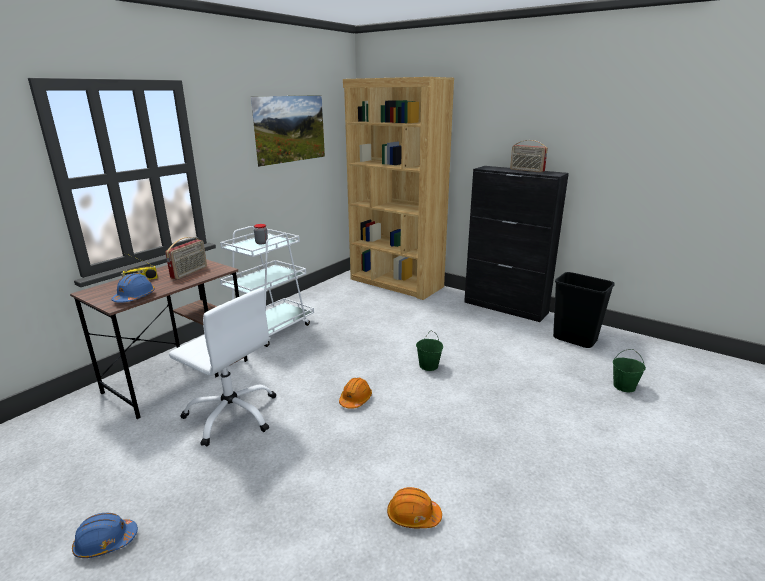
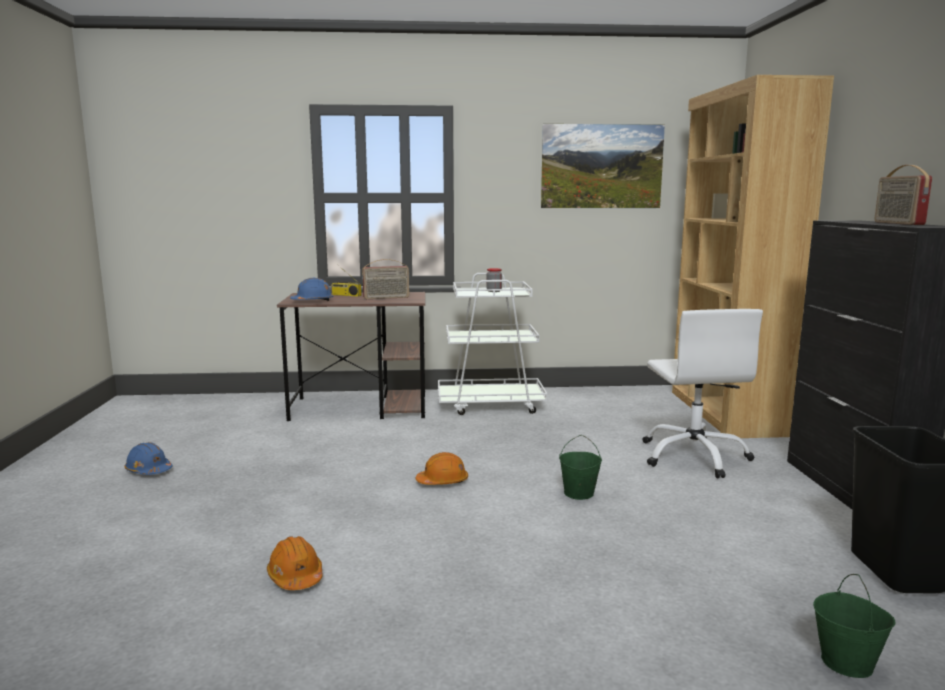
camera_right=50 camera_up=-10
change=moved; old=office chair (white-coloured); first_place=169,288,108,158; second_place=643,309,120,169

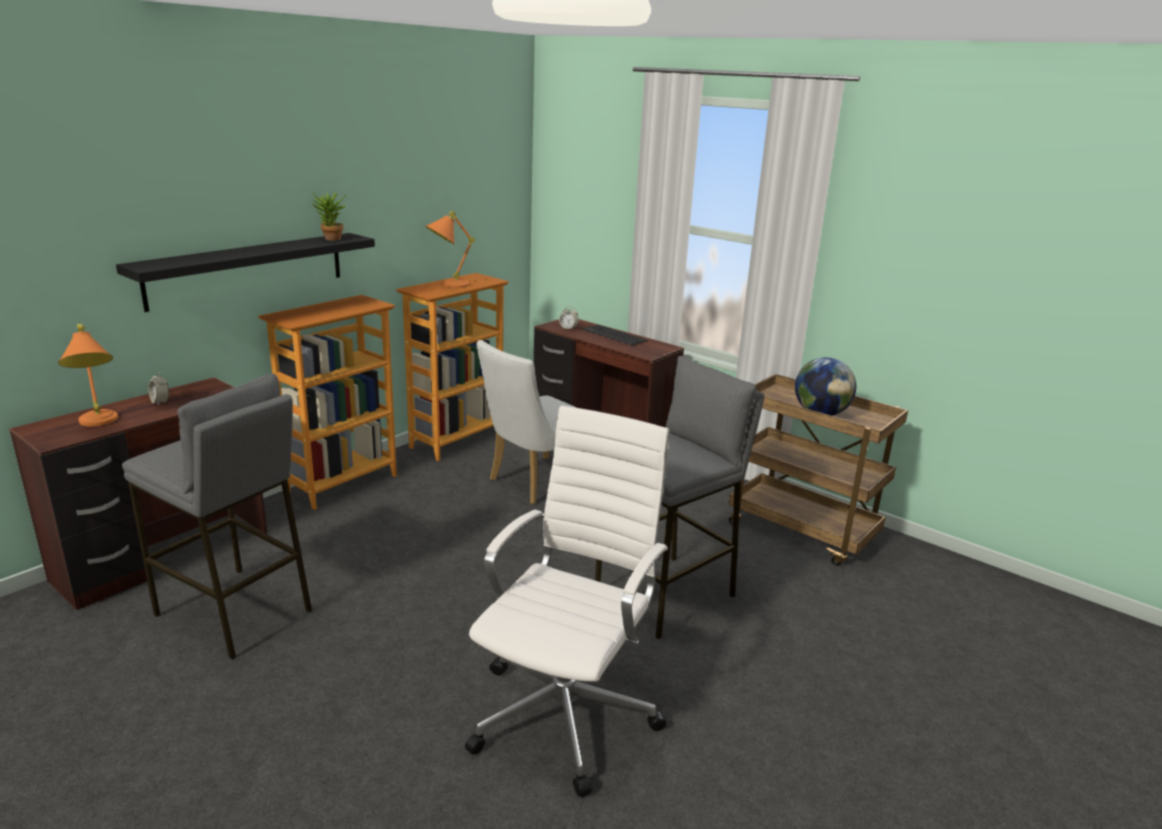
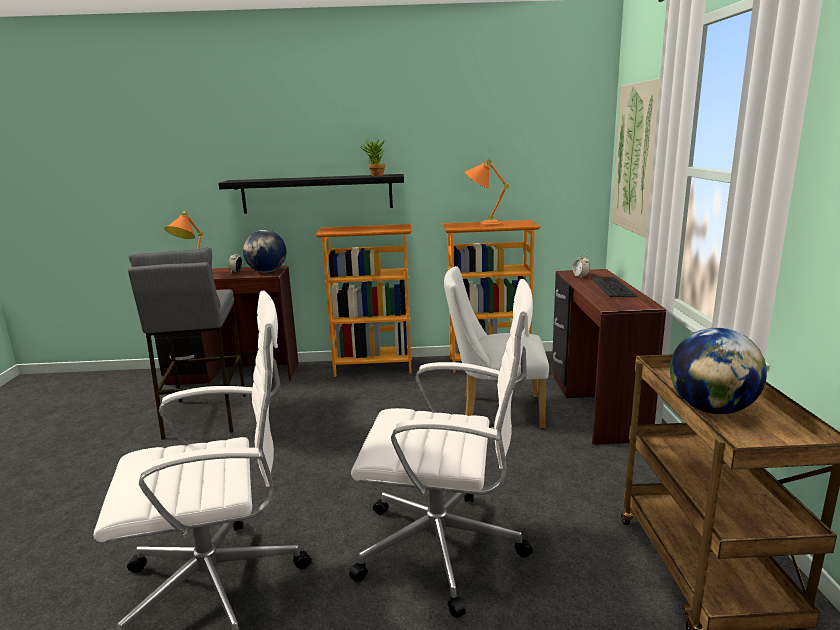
camera_right=50 camera_up=-5
change=added; new=world globe; second_place=243,230,43,43
change=replaced; old=stool (grey); new=office chair (white-coloured); first_place=595,356,170,284; second_place=349,279,184,339
change=added; new=wall picture; second_place=612,78,48,160

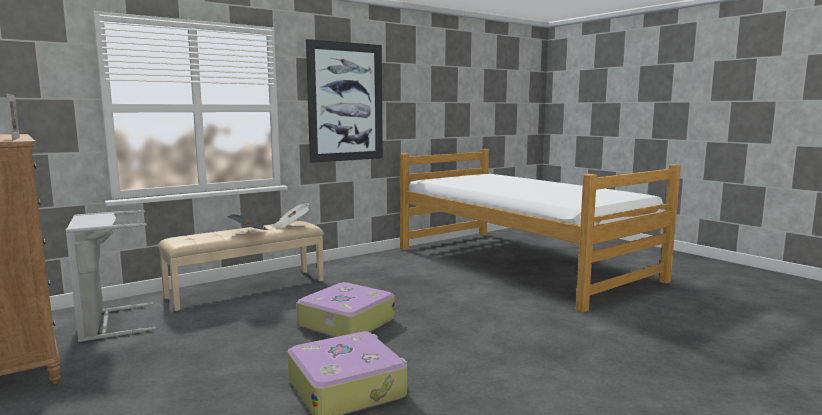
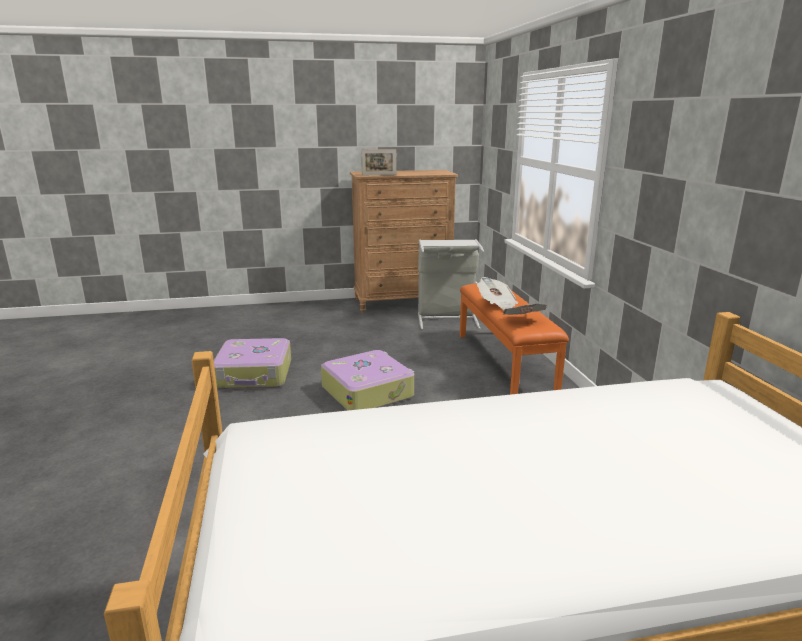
camera_right=115 camera_up=10
change=recoloured; old=indoor bench (beige); new=indoor bench (orange); first_place=158,221,166,90; second_place=460,283,109,112
change=removed; old=wall picture; first_place=306,39,77,124

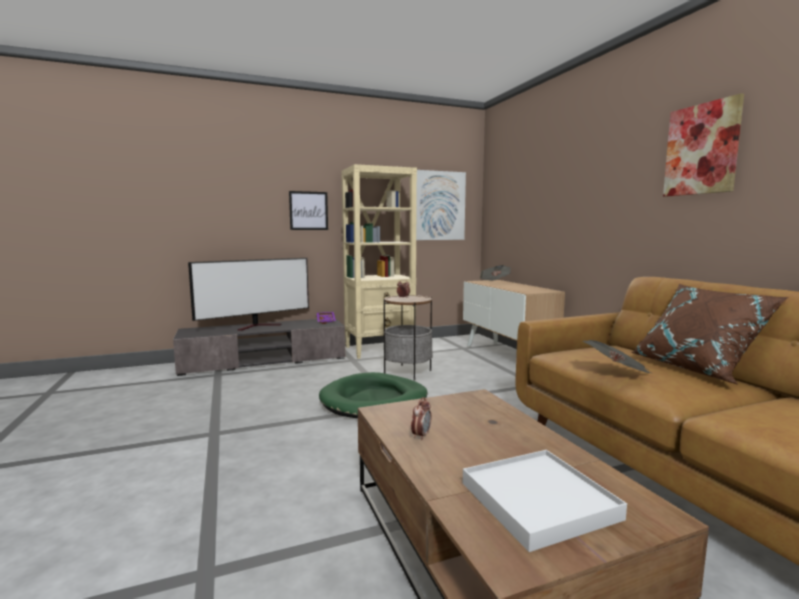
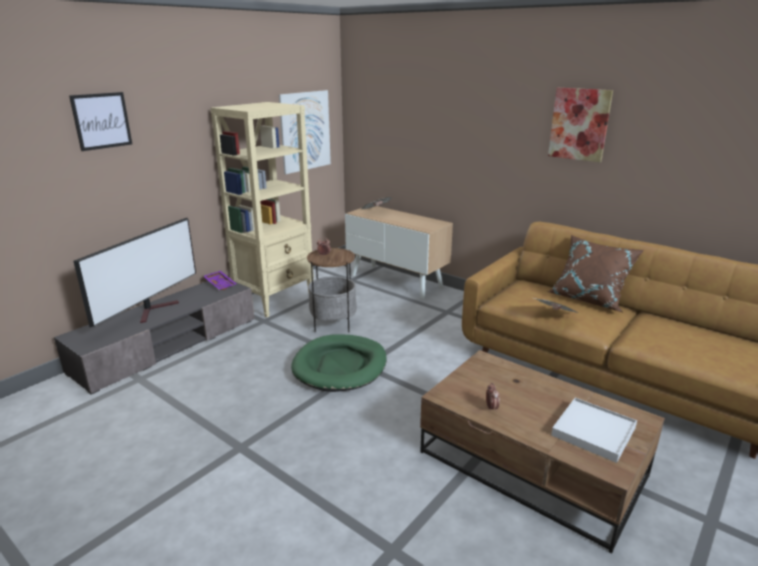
camera_right=-30 camera_up=15
change=moved; old=wall picture; first_place=289,191,39,39; second_place=69,92,63,59

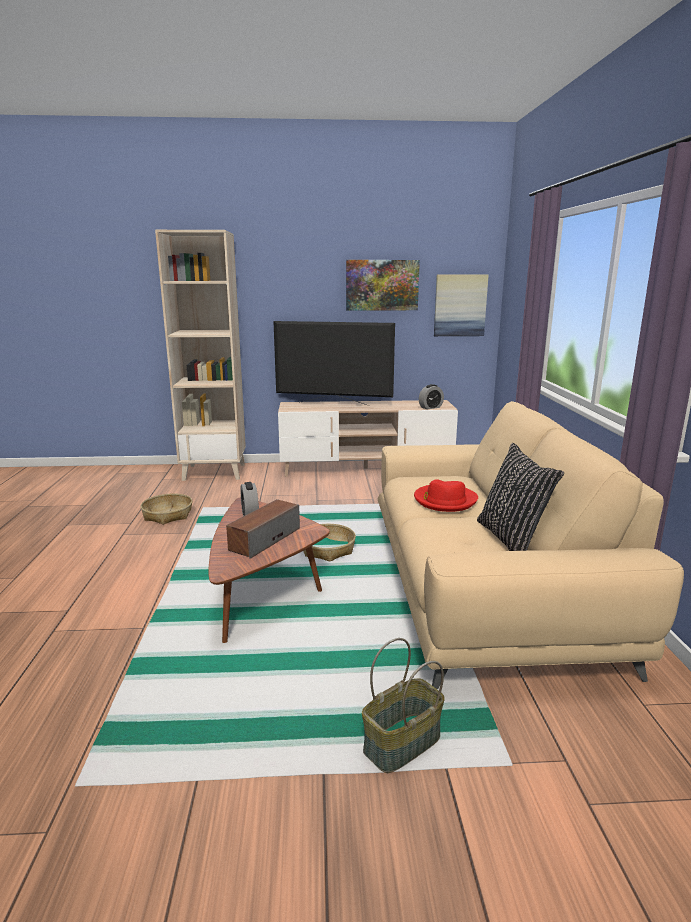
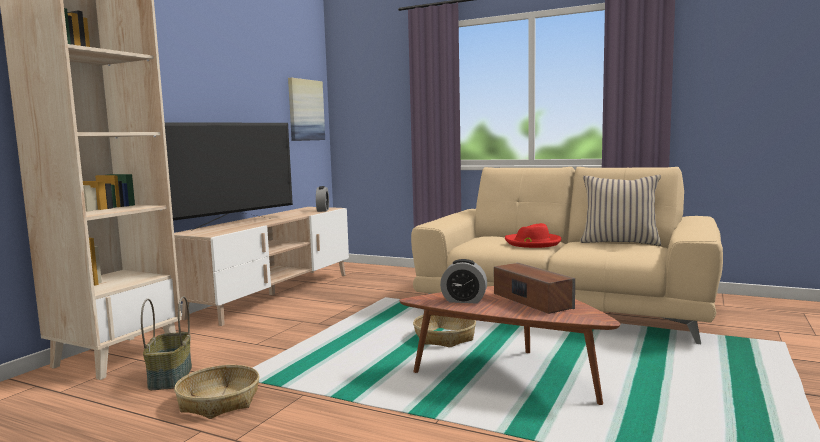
camera_right=-60 camera_up=-10
change=moved; old=storage basket; first_place=362,638,83,135; second_place=141,296,51,94
change=recoloured; old=pillow (blackish); new=pillow (beige); first_place=477,443,87,108; second_place=580,175,81,71
change=removed; old=wall picture; first_place=346,260,74,51

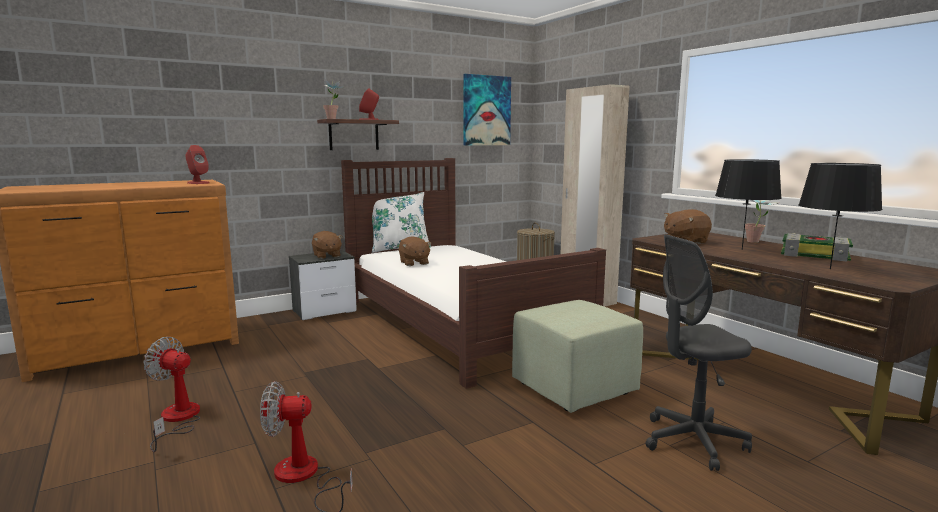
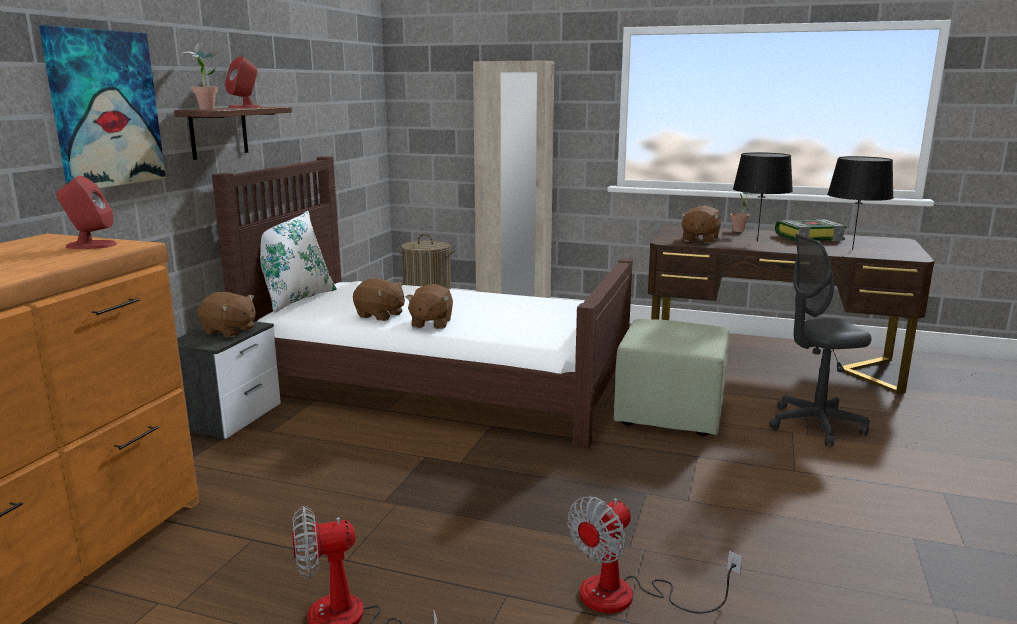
camera_right=-40 camera_up=5
change=moved; old=wall picture; first_place=463,74,48,72; second_place=39,25,127,164
change=added; new=soft toy (brownish); second_place=406,284,47,45
change=turned; old=office chair (grey); first_place=646,235,106,236; second_place=769,234,102,213; degrees=45

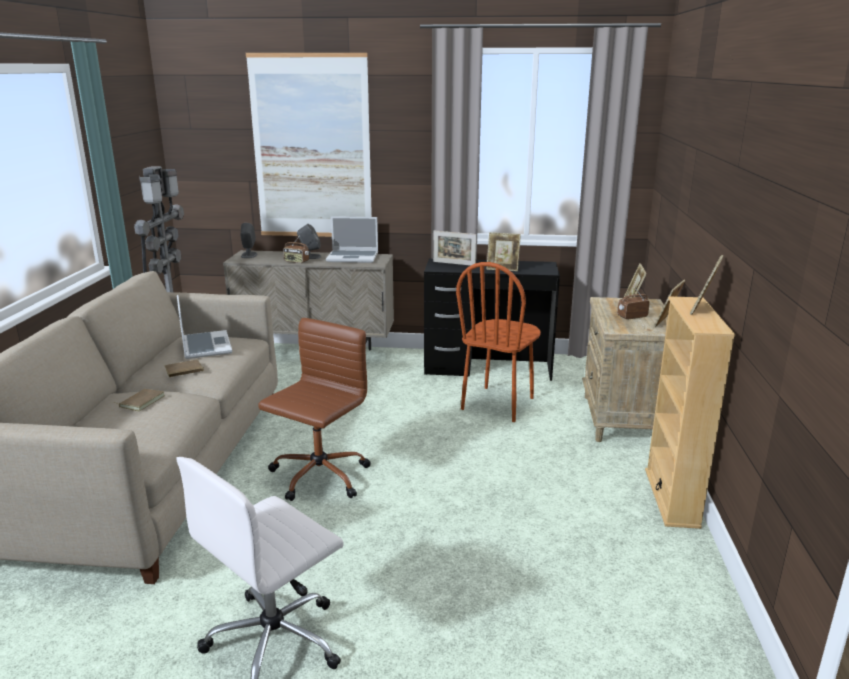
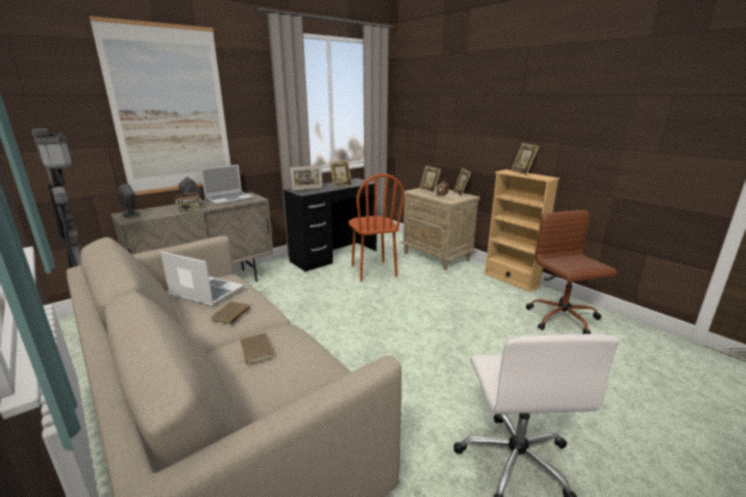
camera_right=-45 camera_up=0
change=moved; old=office chair (brownish); first_place=258,318,113,183; second_place=526,210,92,124

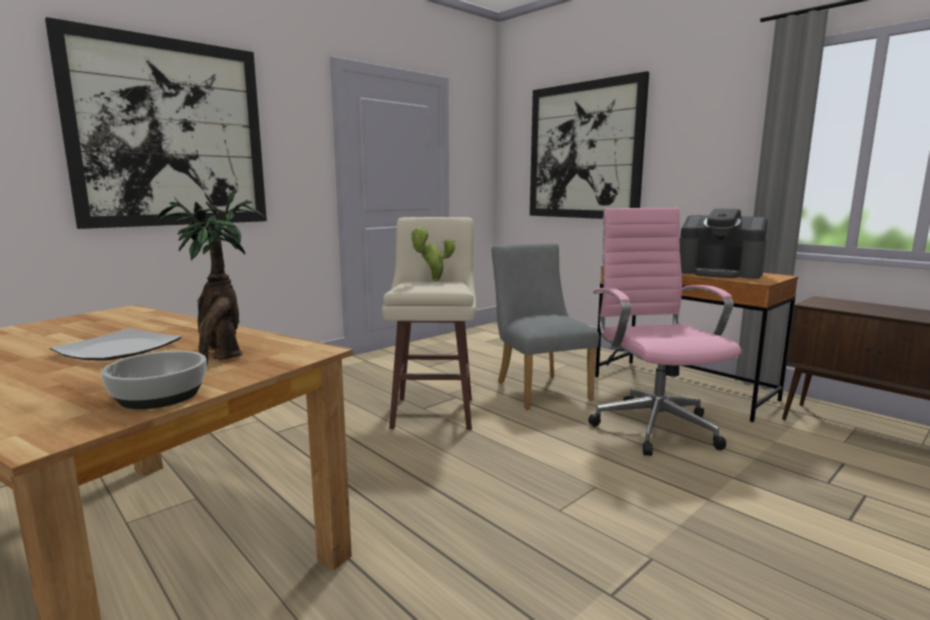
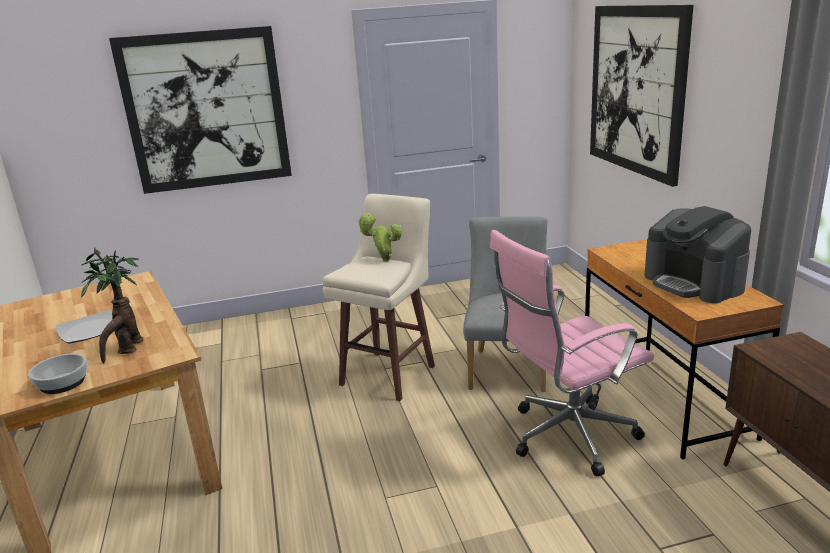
camera_right=30 camera_up=10
change=turned; old=office chair (pink); first_place=588,208,153,248; second_place=490,230,164,247; degrees=-135

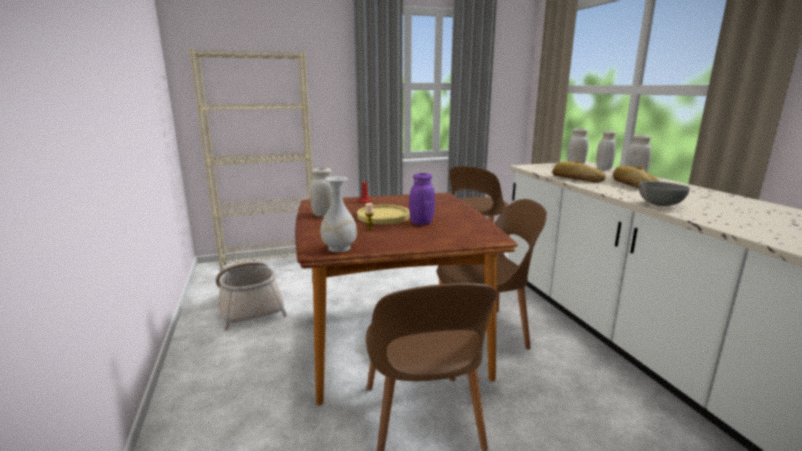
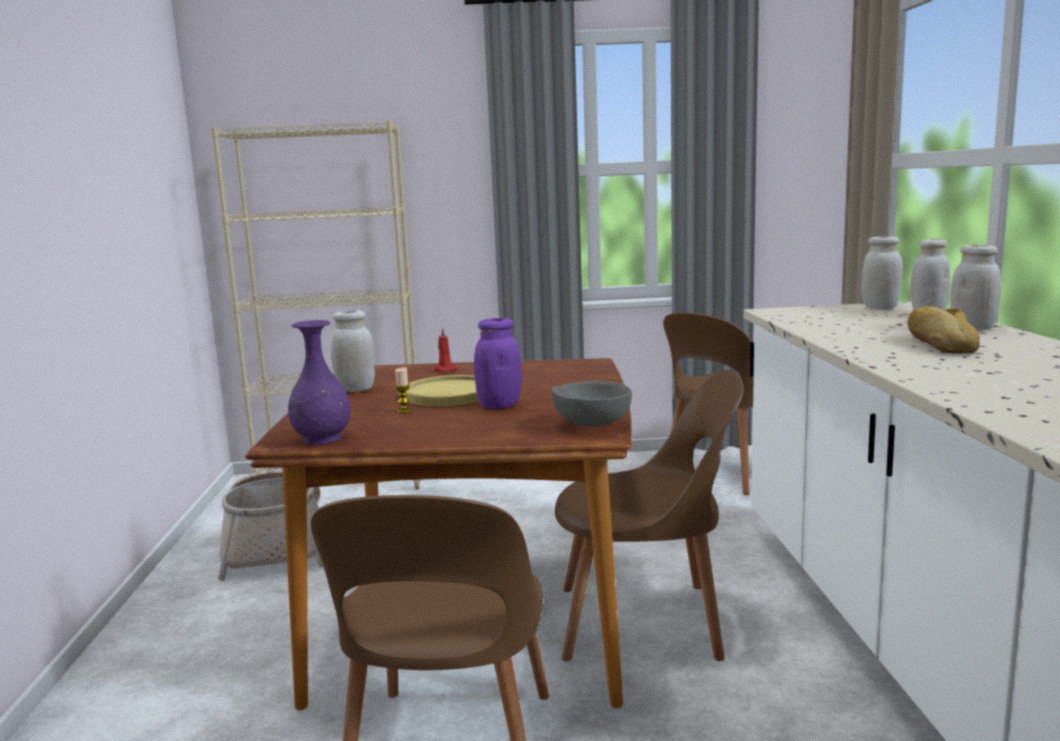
camera_right=15 camera_up=-5
change=recoloured; old=flower vase (white-coloured); new=flower vase (purple); first_place=320,176,37,76; second_place=288,320,62,125
change=moved; old=bowl (grey); first_place=638,181,52,25; second_place=552,381,80,46
change=removed; old=bread; first_place=552,161,54,21

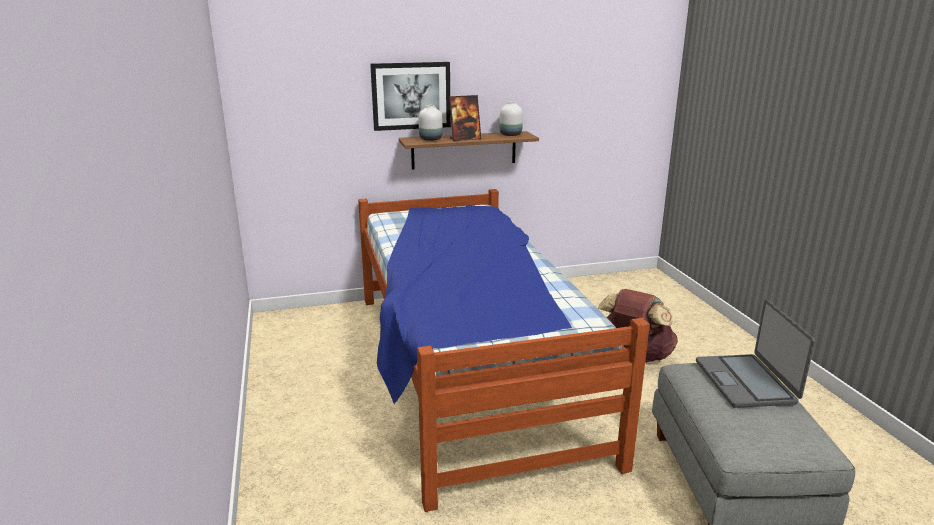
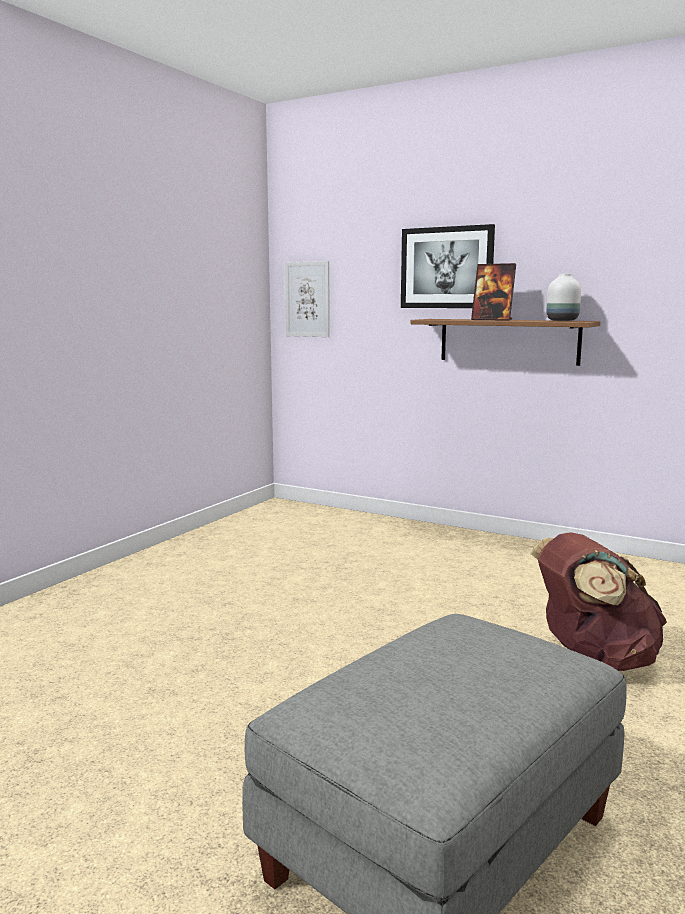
camera_right=45 camera_up=-10
change=added; new=wall picture; second_place=285,261,45,76
change=removed; old=sleeping bed; first_place=358,189,292,323
change=removed; old=flower vase (white-coloured); first_place=419,105,24,36
change=removed; old=laptop; first_place=696,299,119,109

